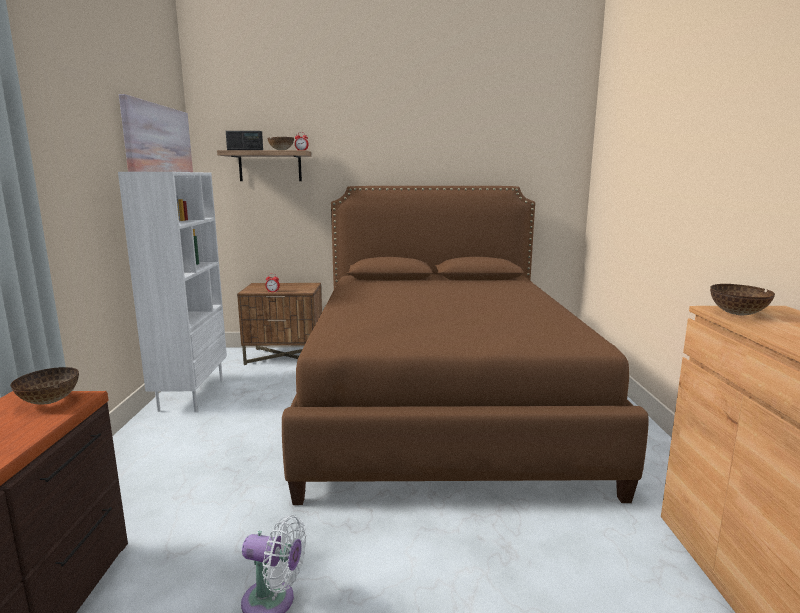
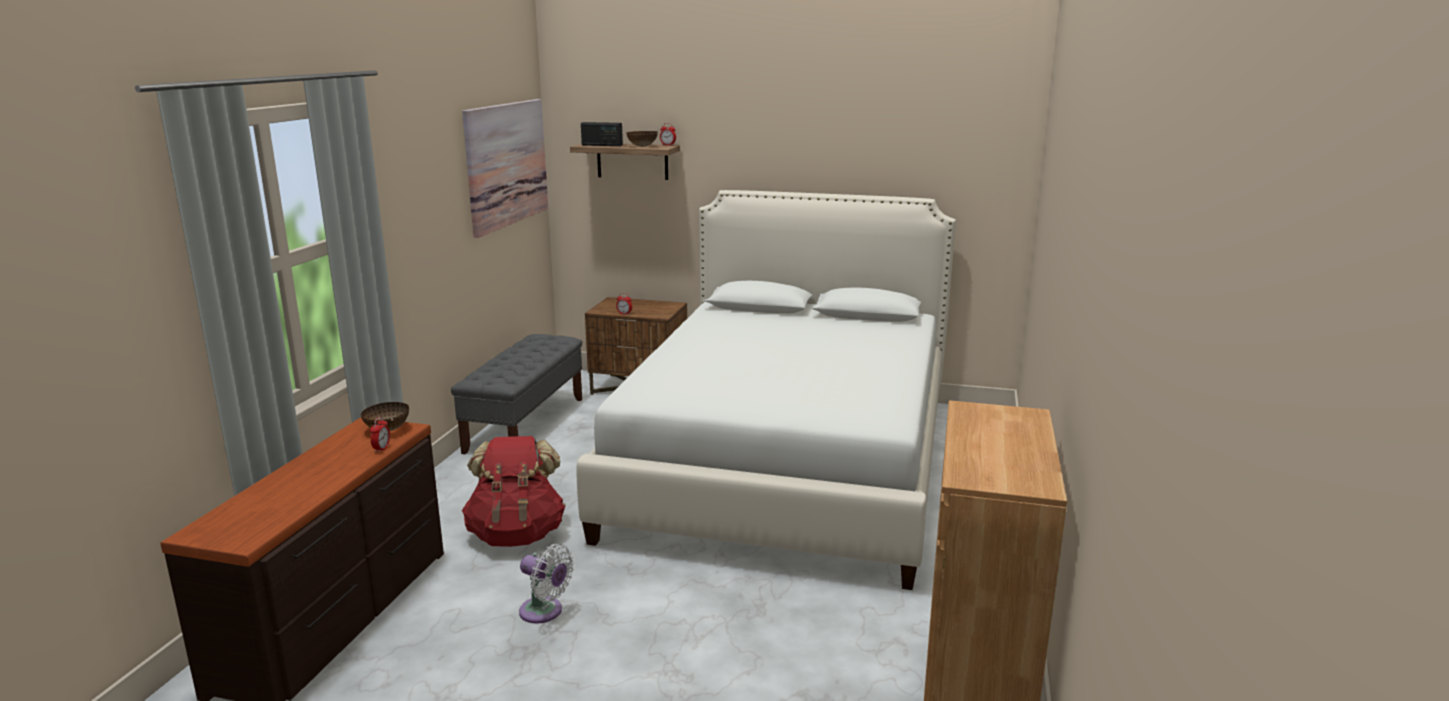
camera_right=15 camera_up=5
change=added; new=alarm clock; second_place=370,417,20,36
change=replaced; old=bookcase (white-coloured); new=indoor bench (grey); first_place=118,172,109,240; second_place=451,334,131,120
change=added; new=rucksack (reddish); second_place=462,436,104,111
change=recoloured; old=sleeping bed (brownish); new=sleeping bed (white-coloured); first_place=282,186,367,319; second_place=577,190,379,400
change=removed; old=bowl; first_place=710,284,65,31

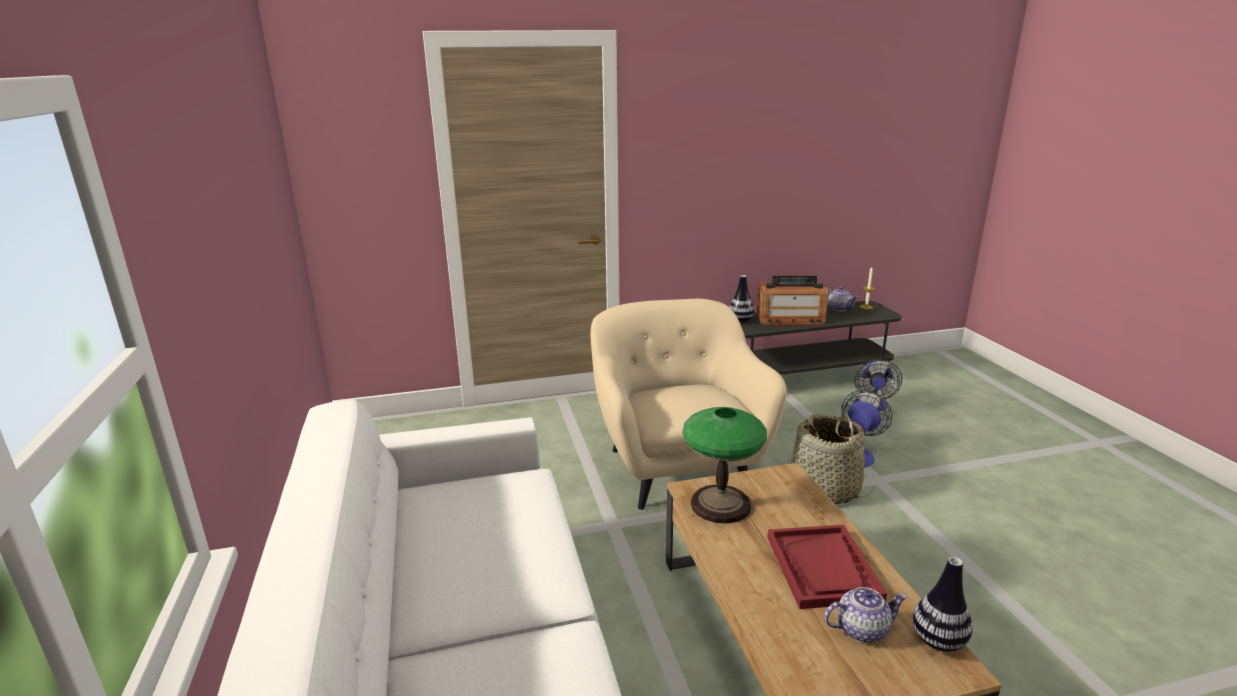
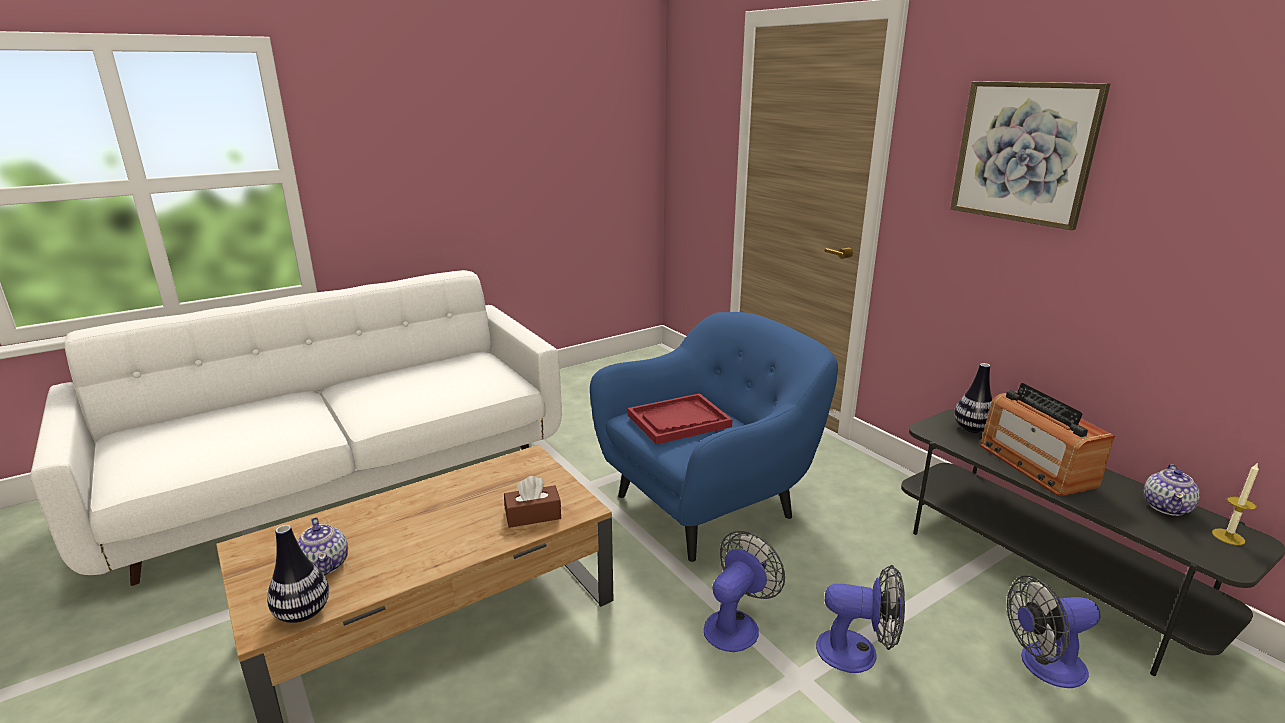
camera_right=70 camera_up=0
change=added; new=tissue holder (brownish); second_place=504,476,57,52
change=recoloured; old=armchair (beige); new=armchair (blue); first_place=591,299,196,211; second_place=590,312,248,250
change=moved; old=serving tray (reddish); first_place=767,525,120,84; second_place=628,393,105,51
change=replaced; old=storage basket; new=fan; first_place=791,414,83,91; second_place=704,531,81,121
change=added; new=wall picture; second_place=950,81,161,149
change=removed; old=table lamp; first_place=682,407,85,117

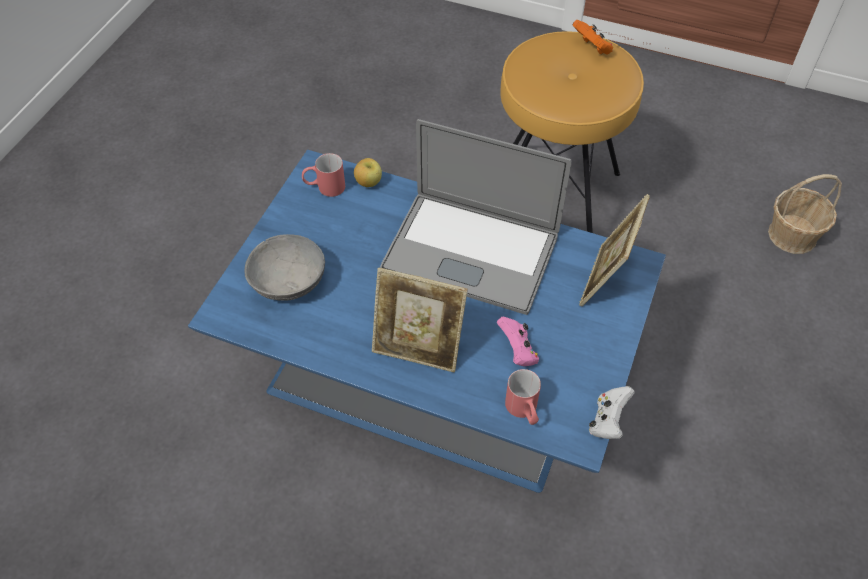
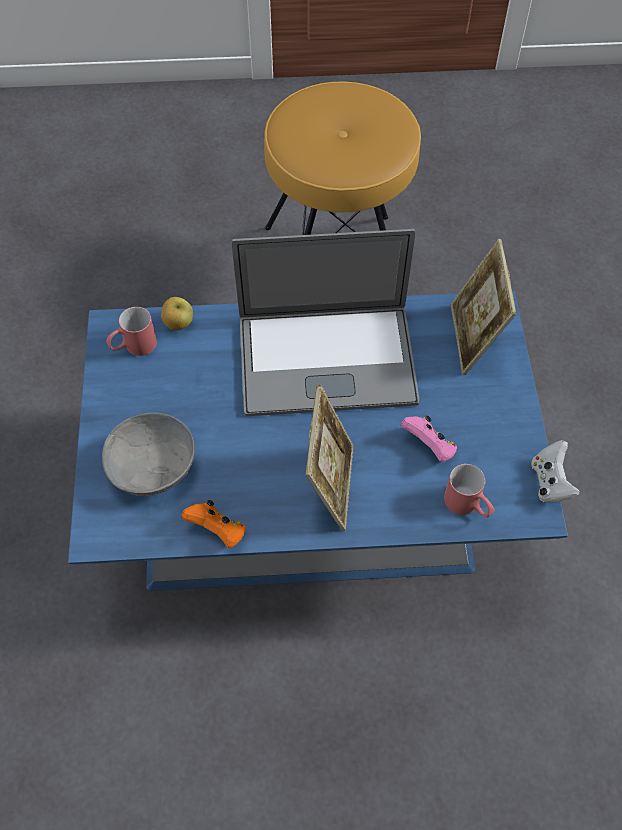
camera_right=-25 camera_up=5
change=moved; old=game controller (orange); first_place=573,20,40,35; second_place=181,500,65,48
change=turned; old=standing frame; first_place=372,267,96,105; second_place=305,384,49,147; degrees=-75
change=removed; old=storage basket; first_place=768,174,74,80

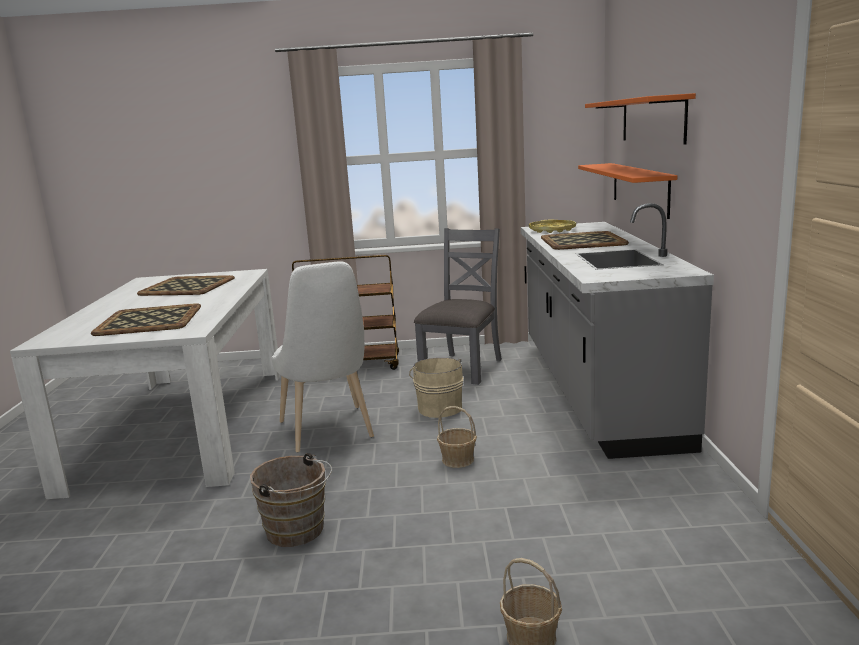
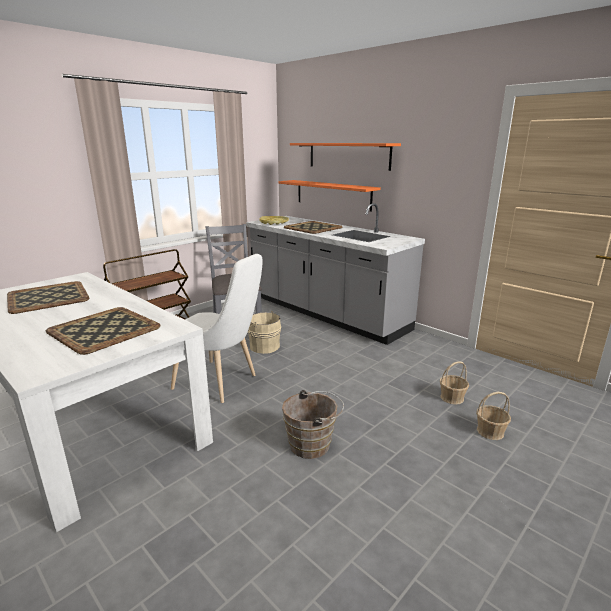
camera_right=-45 camera_up=5
change=moved; old=storage basket; first_place=437,406,40,62; second_place=440,361,29,44

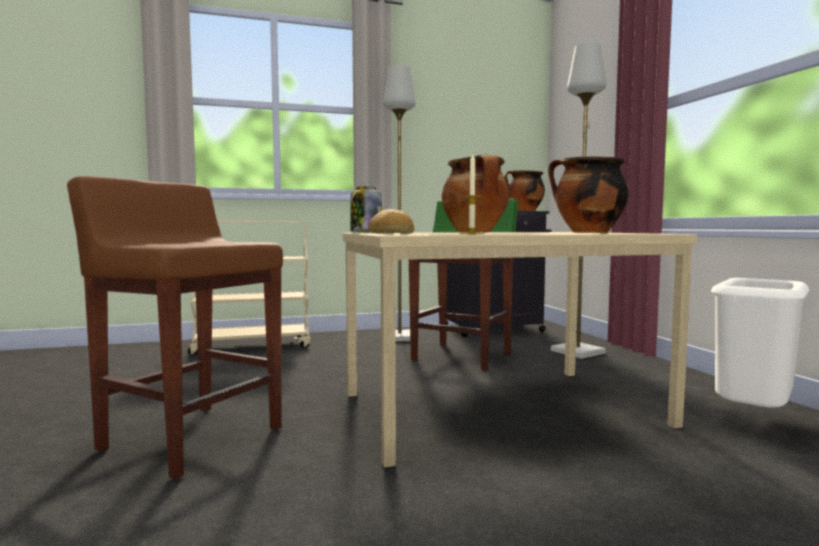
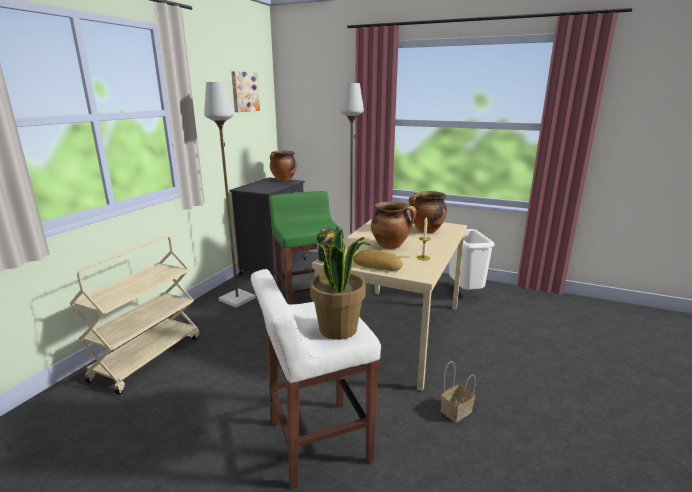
camera_right=-50 camera_up=15
change=added; new=wall picture; second_place=231,71,29,41
change=recoloured; old=stool (brownish); new=stool (white-coloured); first_place=67,176,216,303; second_place=251,269,130,219
change=added; new=potted plant; second_place=310,226,60,114
change=added; new=storage basket; second_place=441,361,35,61

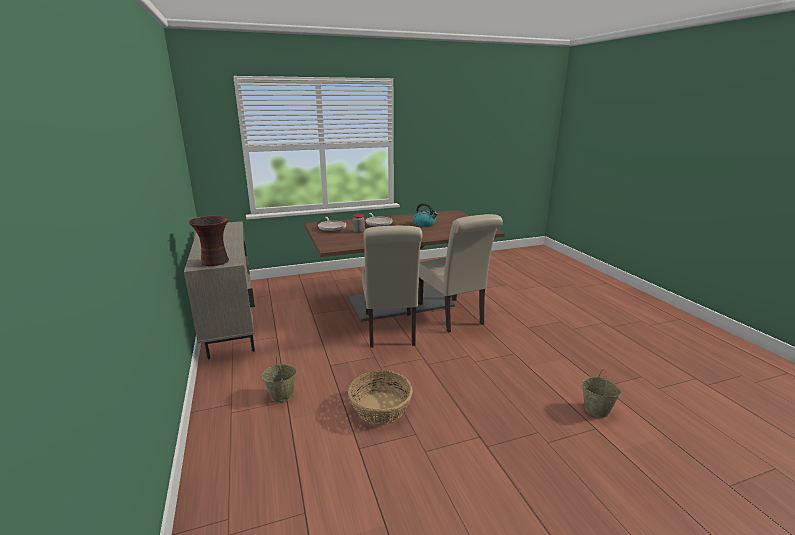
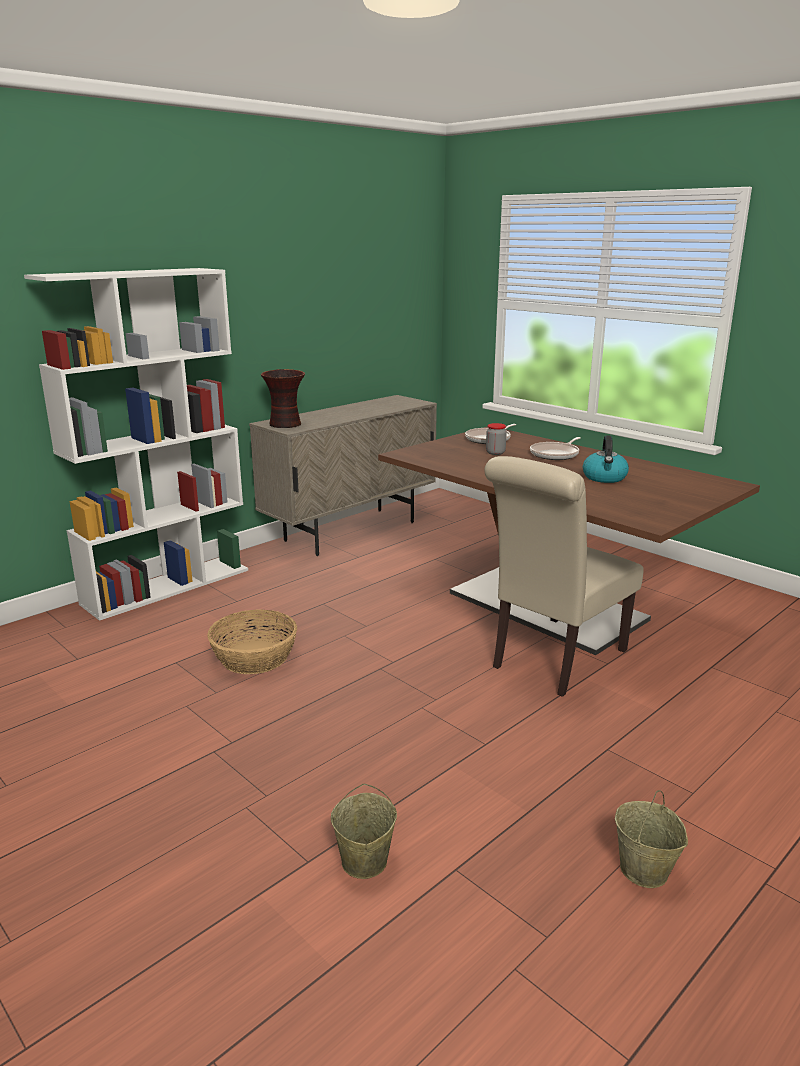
camera_right=65 camera_up=0
change=added; new=bookcase (white-coloured); second_place=24,268,224,353
change=moved; old=bucket (beige); first_place=262,356,35,46; second_place=615,790,73,98
change=removed; old=plain chair (beige); first_place=362,226,60,122

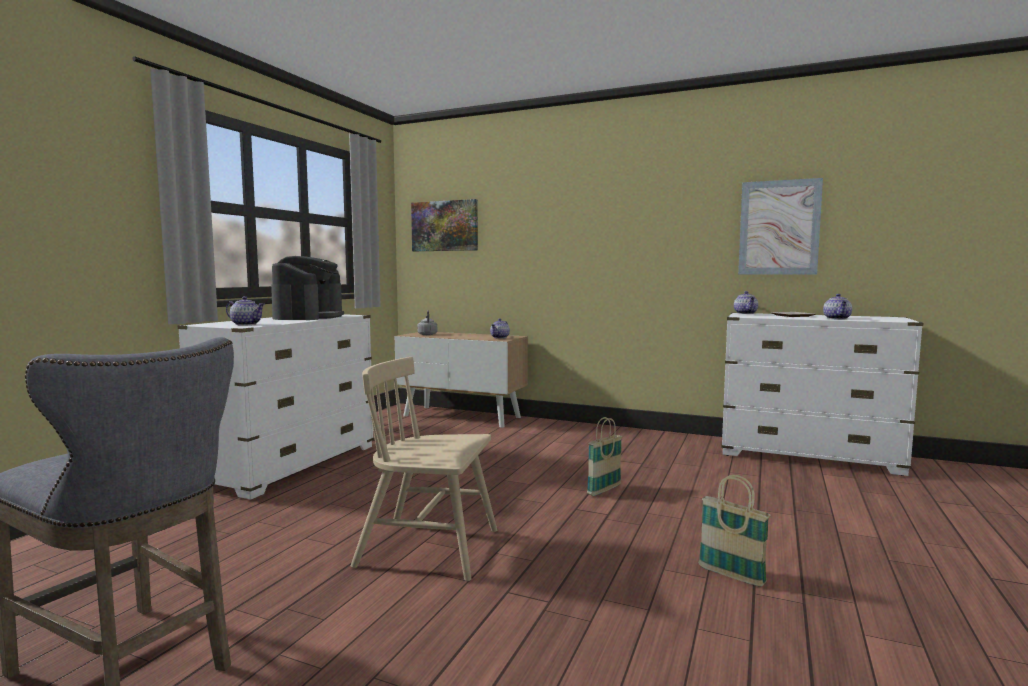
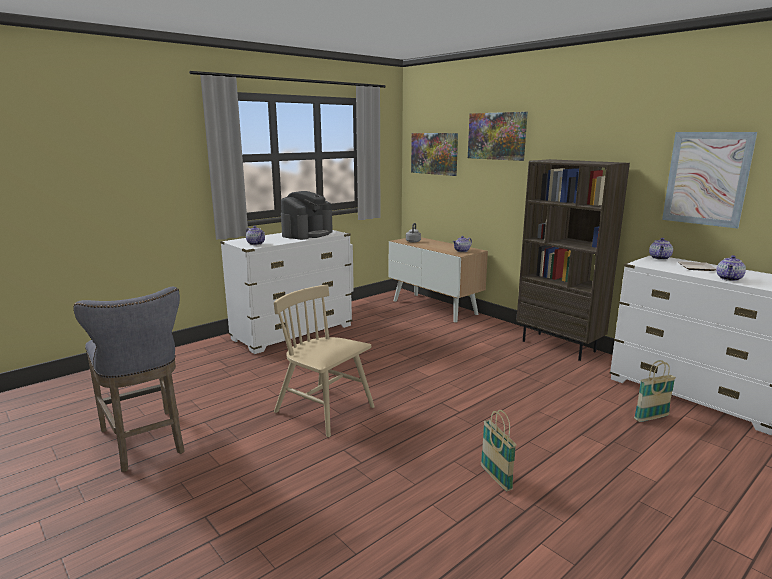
camera_right=25 camera_up=10
change=added; new=wall picture; second_place=468,112,60,49
change=added; new=bookcase (brownish); second_place=516,159,114,202
change=moved; old=storage basket; first_place=587,417,35,79; second_place=634,360,42,62

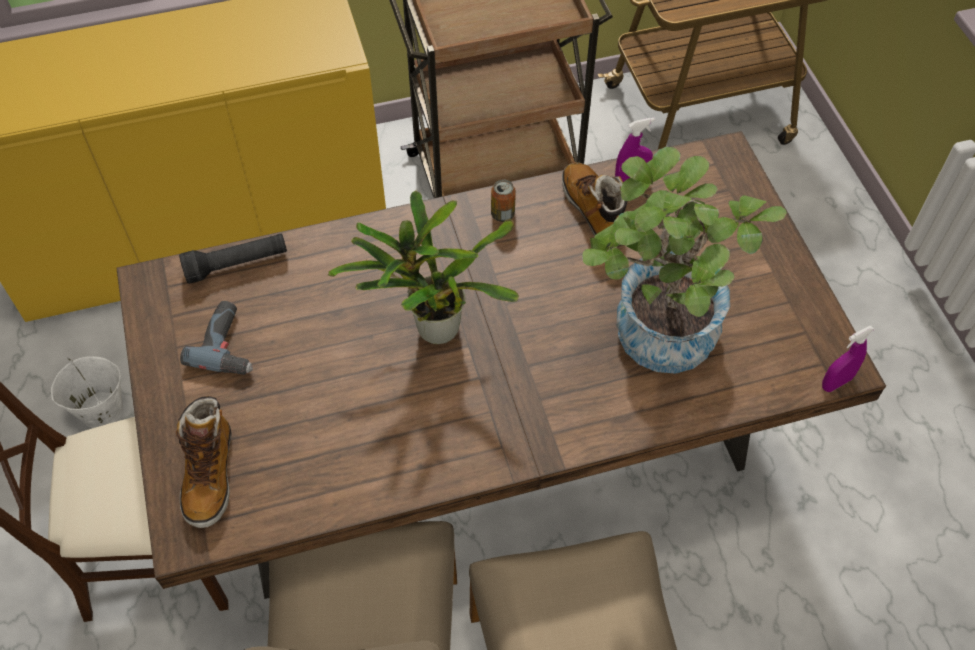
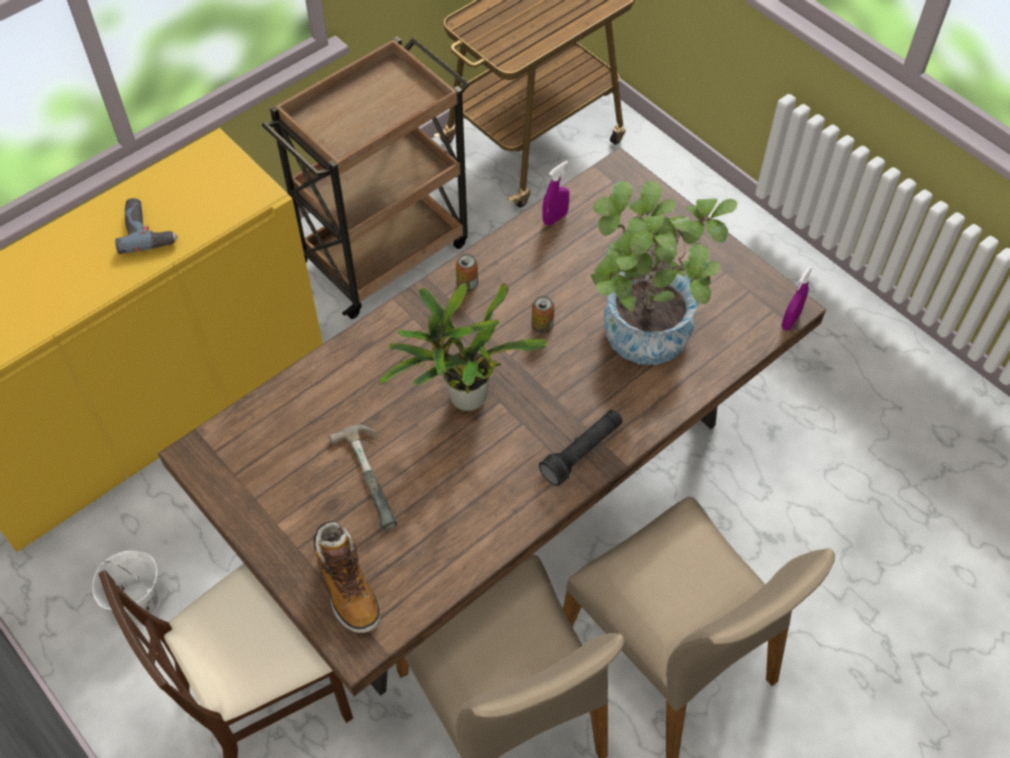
camera_right=-25 camera_up=0
change=moved; old=drill; first_place=180,301,73,74; second_place=115,198,63,56
change=added; new=tool hammer; second_place=329,424,68,107
change=added; new=can; second_place=532,296,22,37
change=moved; old=hand torch (blackish); first_place=179,234,108,50; second_place=539,410,83,76
change=removed; old=tall boot; first_place=562,162,65,74

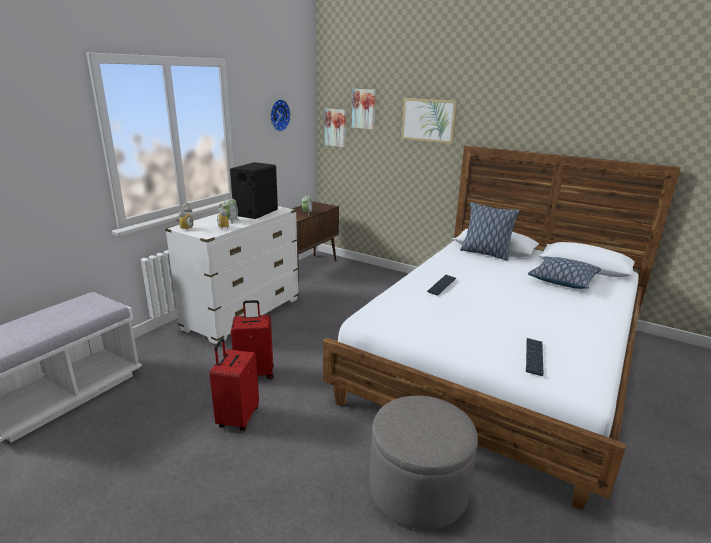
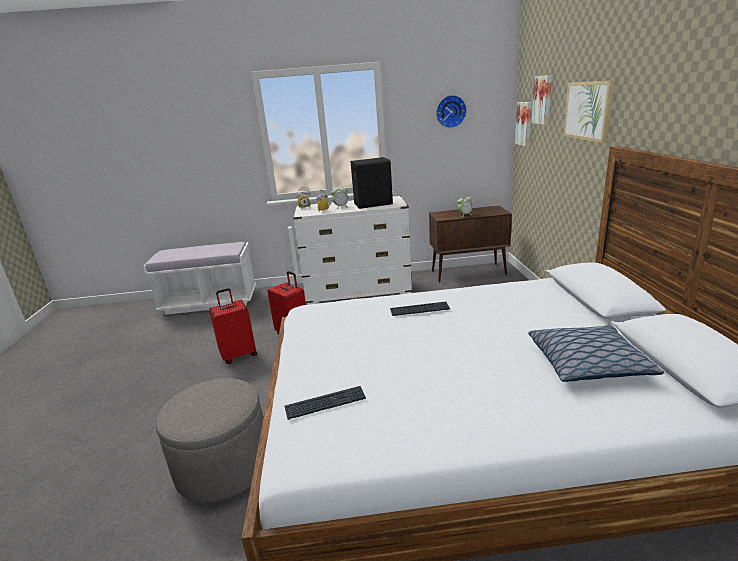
camera_right=55 camera_up=0
change=removed; old=pillow; first_place=460,202,60,59

